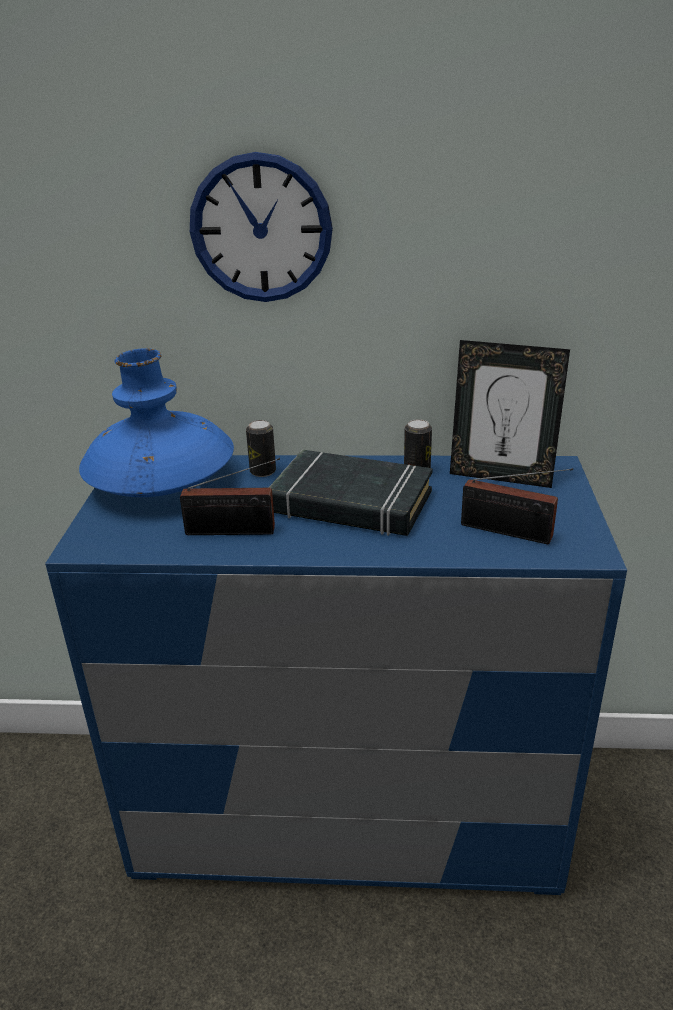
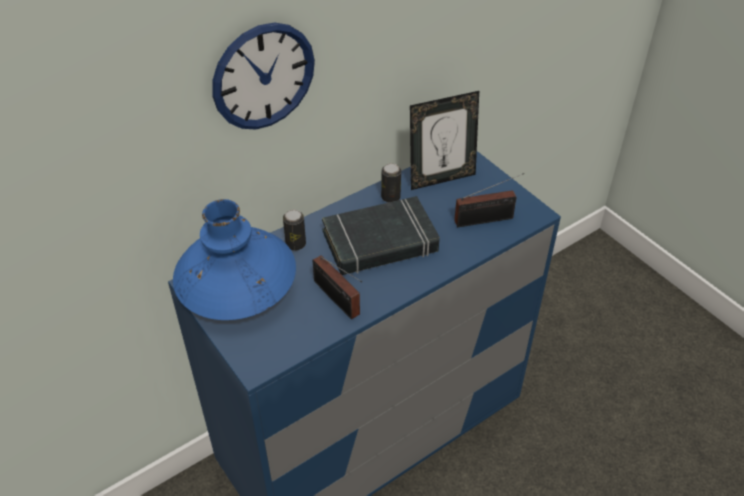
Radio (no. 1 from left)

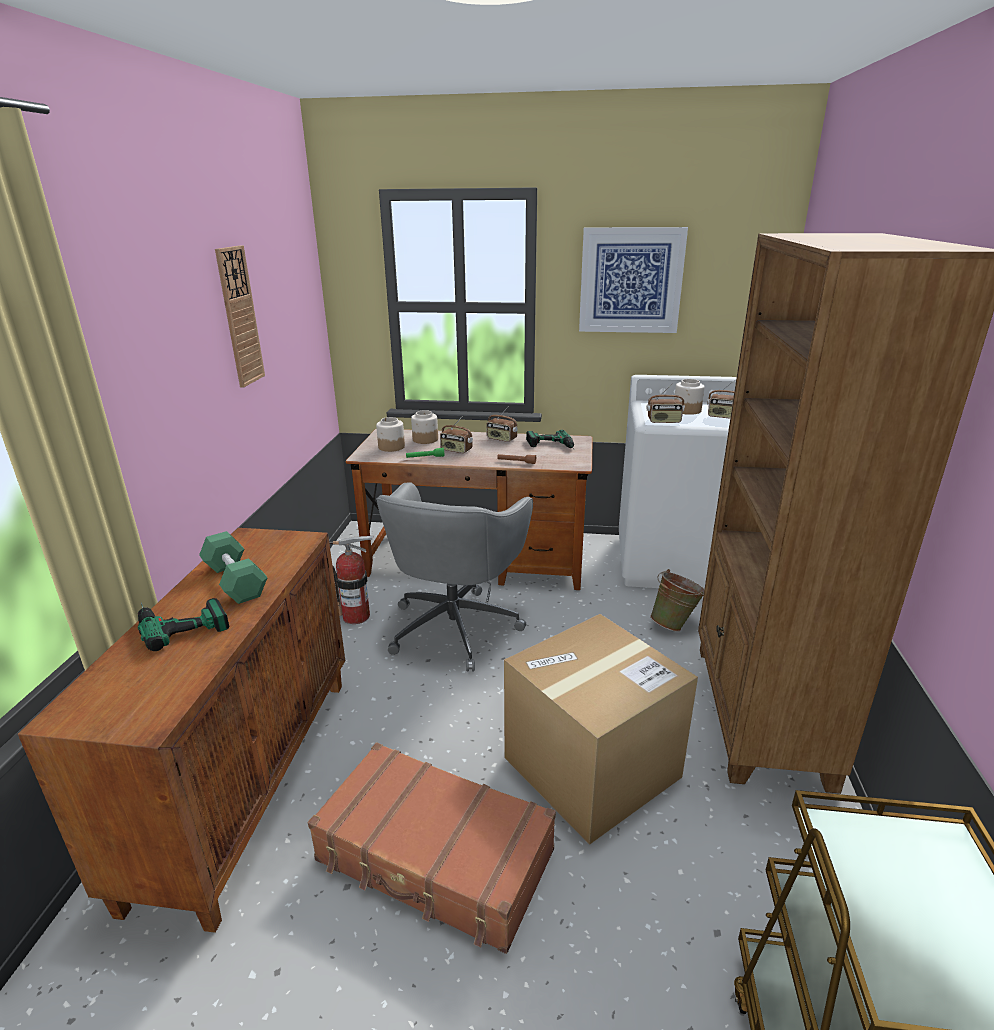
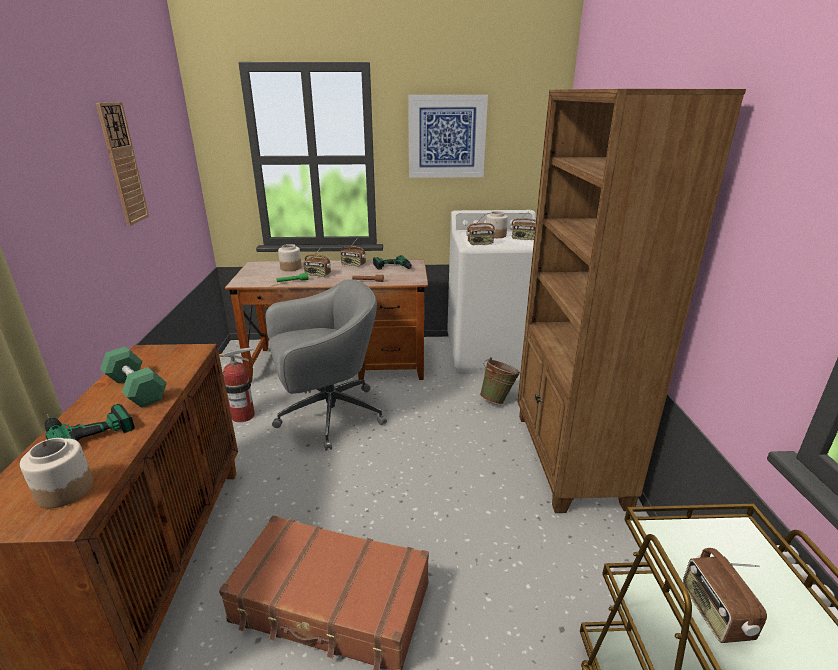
Jar (no. 1 from left)
GrayDeskChair
Radio (no. 5 from left)
CardboardBox

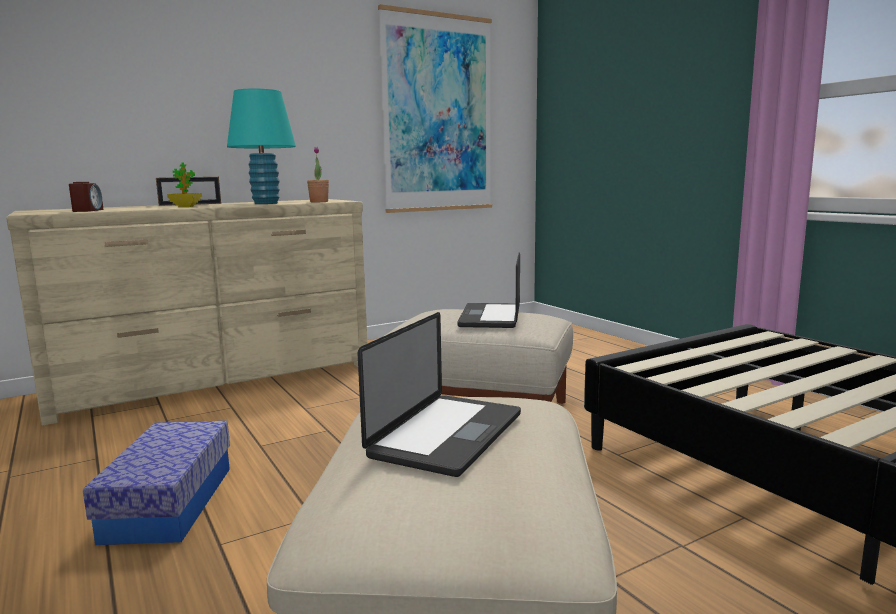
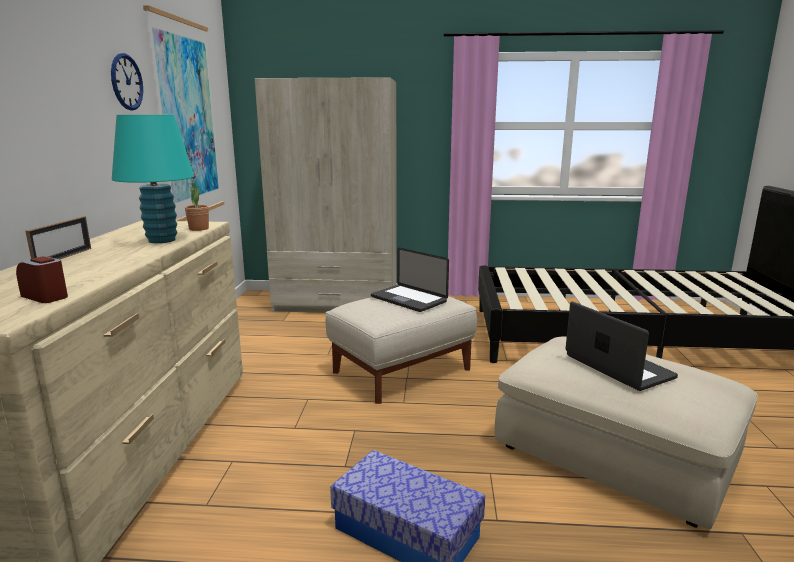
ClockOnTheWall
BeigeColouredArmoire
PottedPlant (no. 1 from left in the first image)

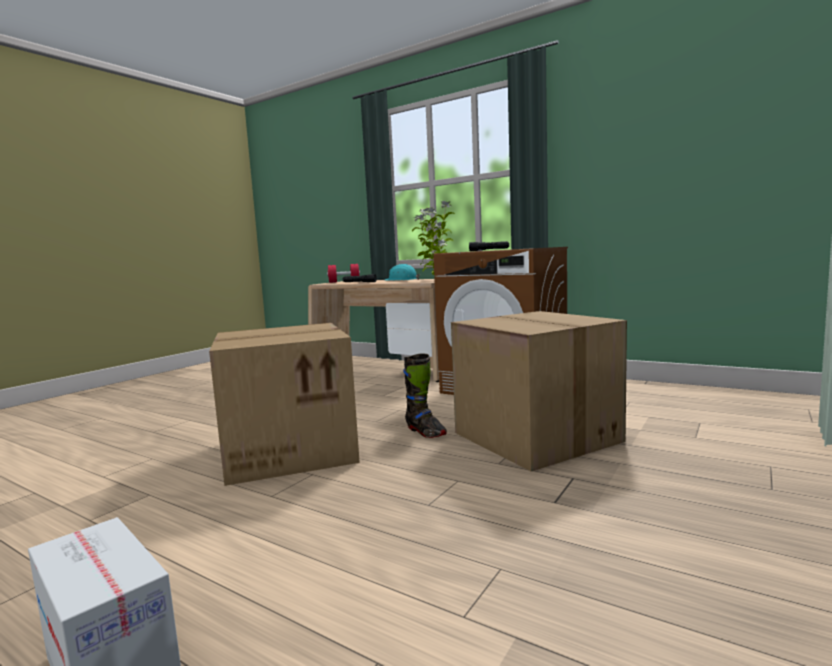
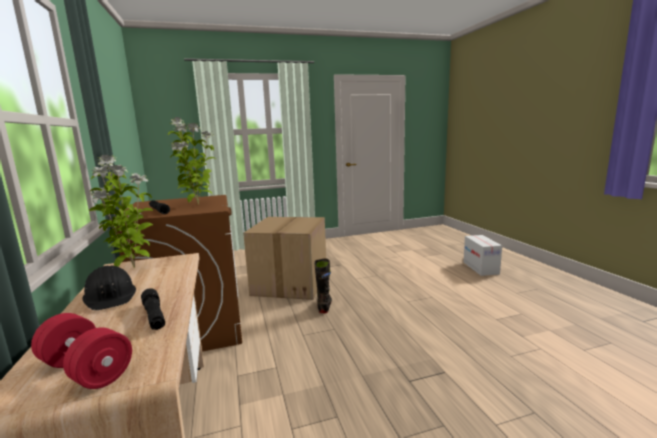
BlackWorkHelmet
PottedPlant (no. 2 from left)
CardboardBox (no. 2 from left in the first image)

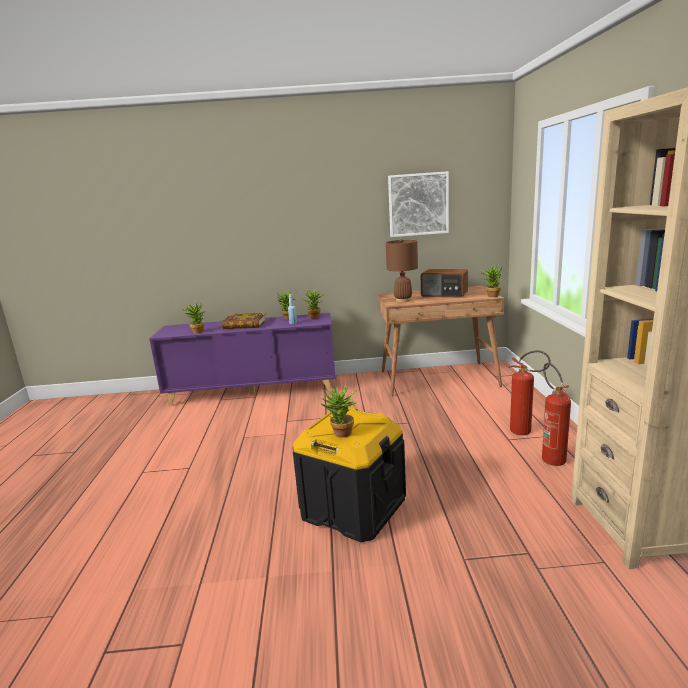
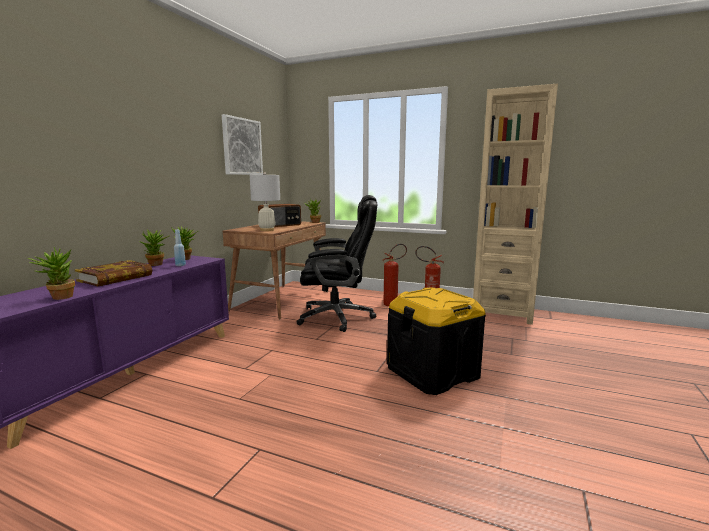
WhitishLampForATable
BlackDeskChair
PottedPlant (no. 4 from left in the first image)

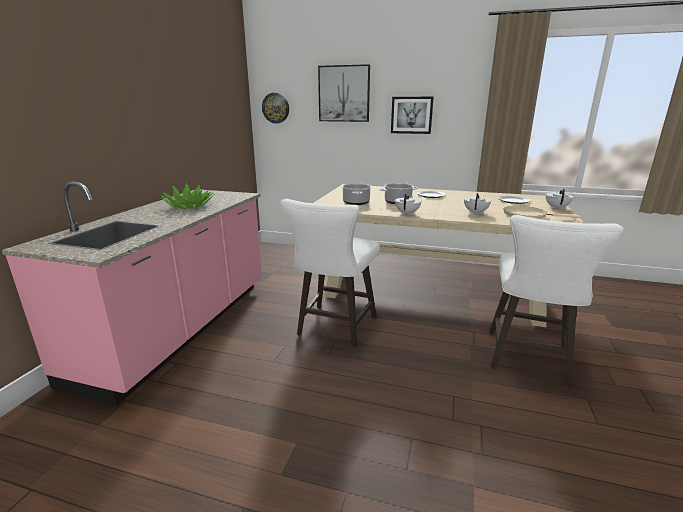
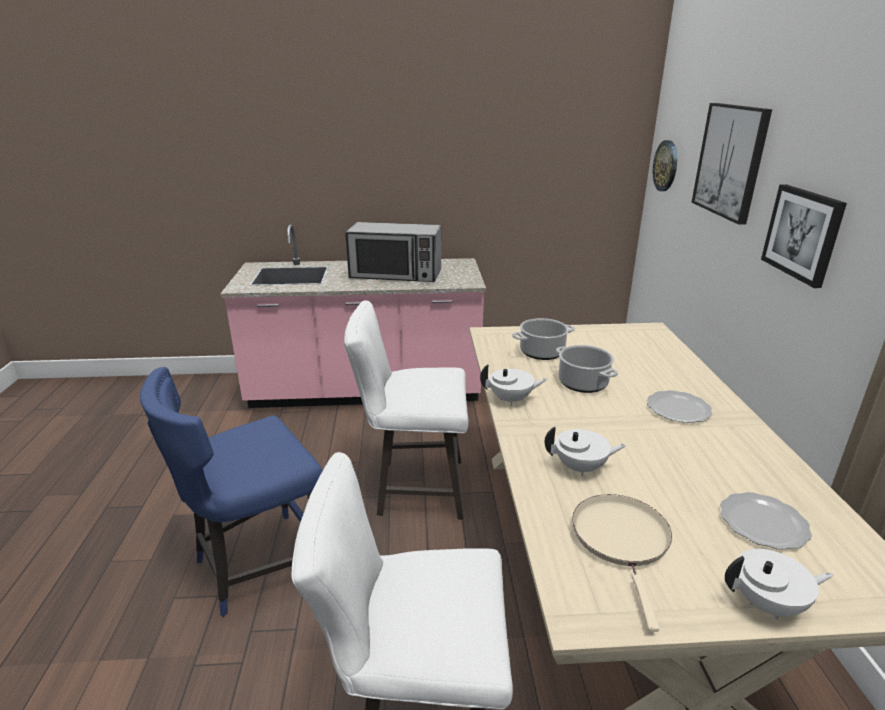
BlueColouredUprightChair
MicrowaveOven

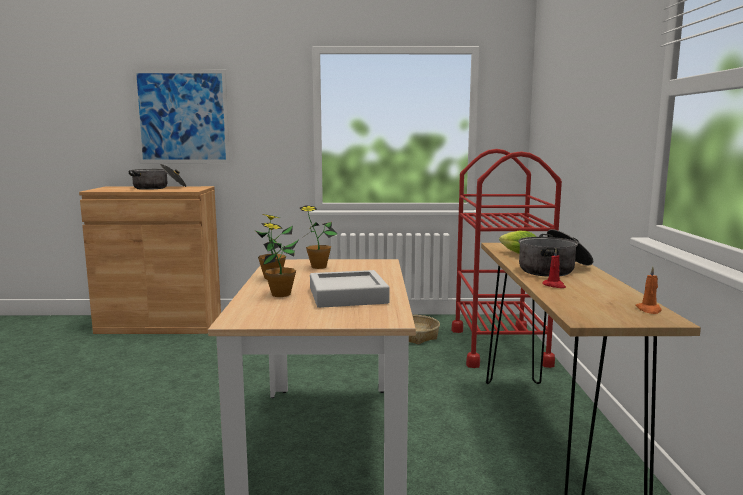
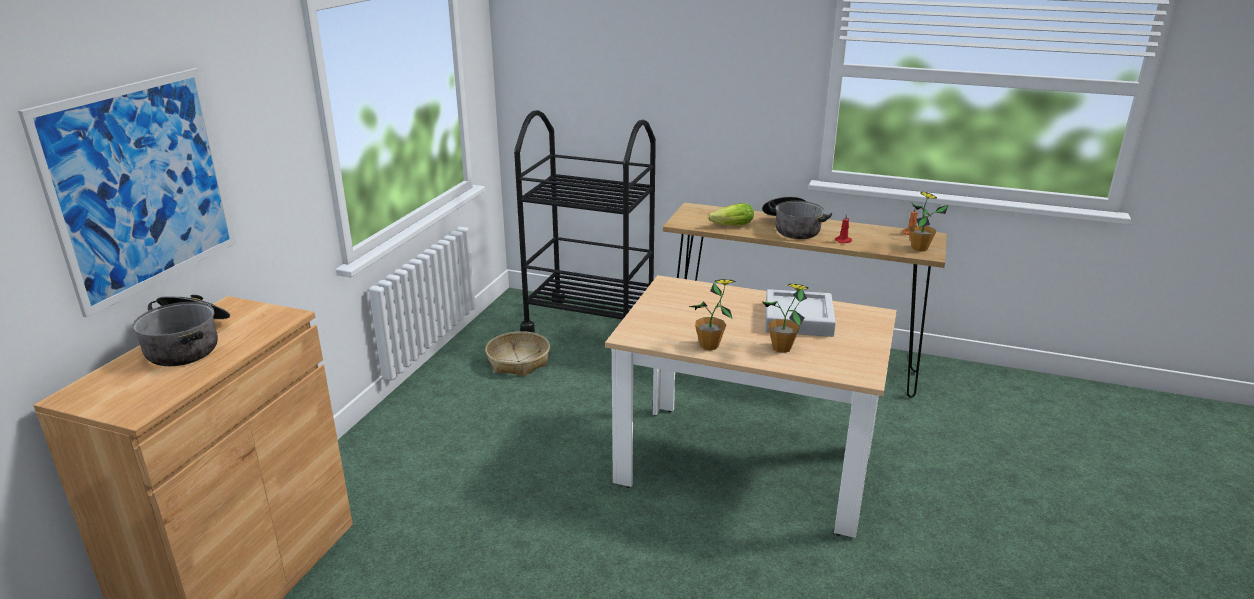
BlackWheeledCart
PottedPlant (no. 3 from left)

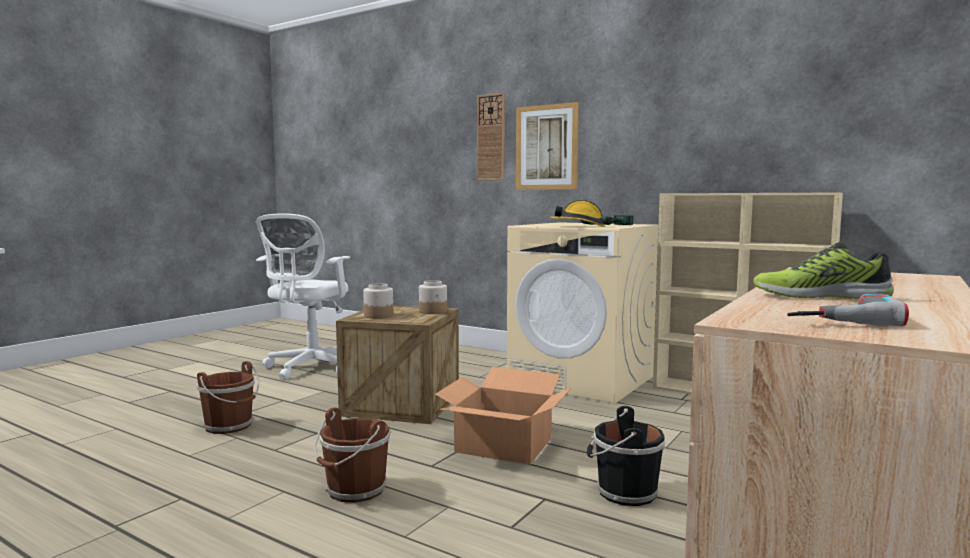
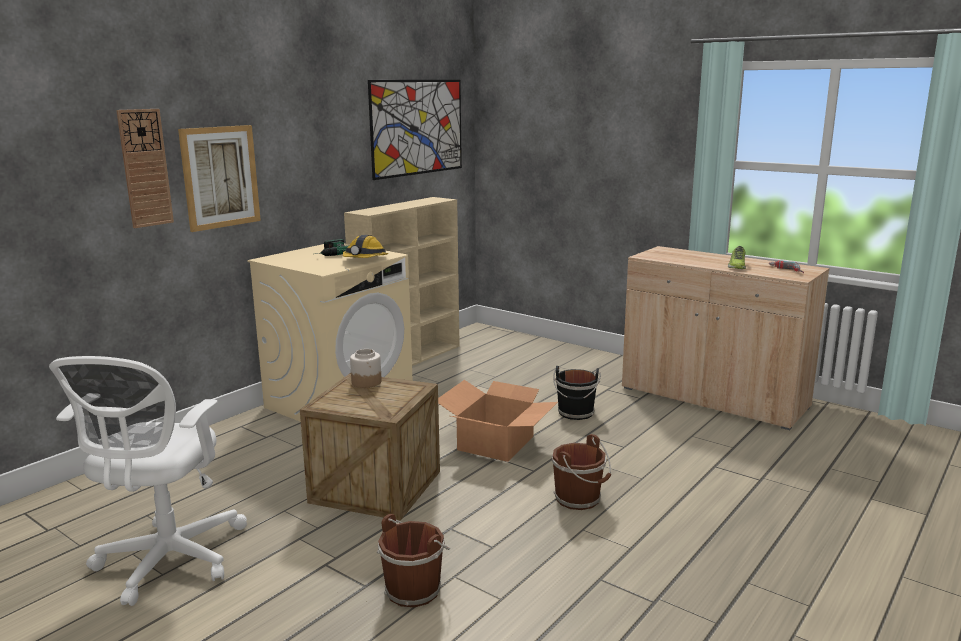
WhitishDeskChair
Picture (no. 2 from left)
Jar (no. 1 from left in the first image)

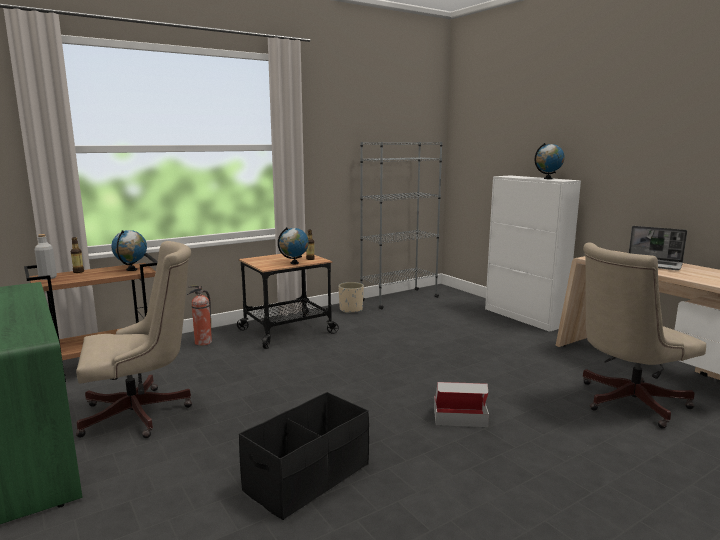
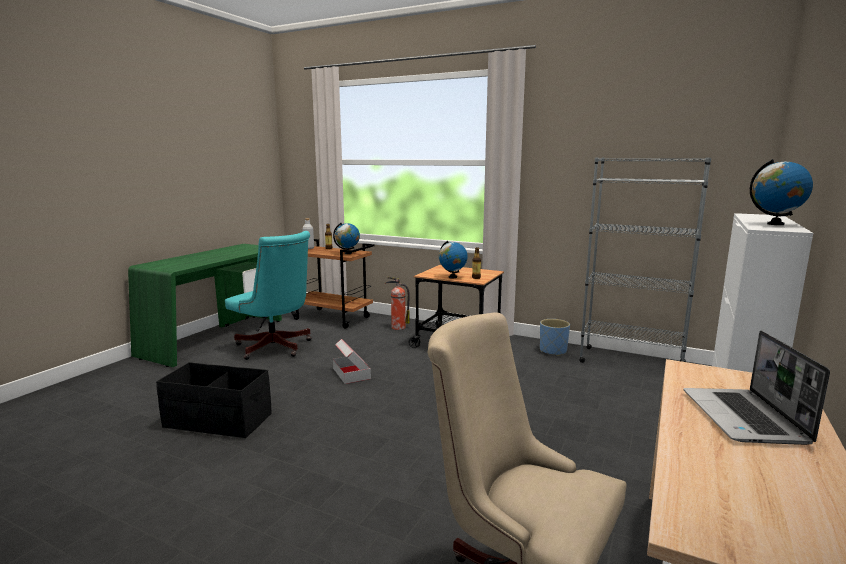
BlueGreenDeskChair
CardboardBox
BlueColouredPlanter

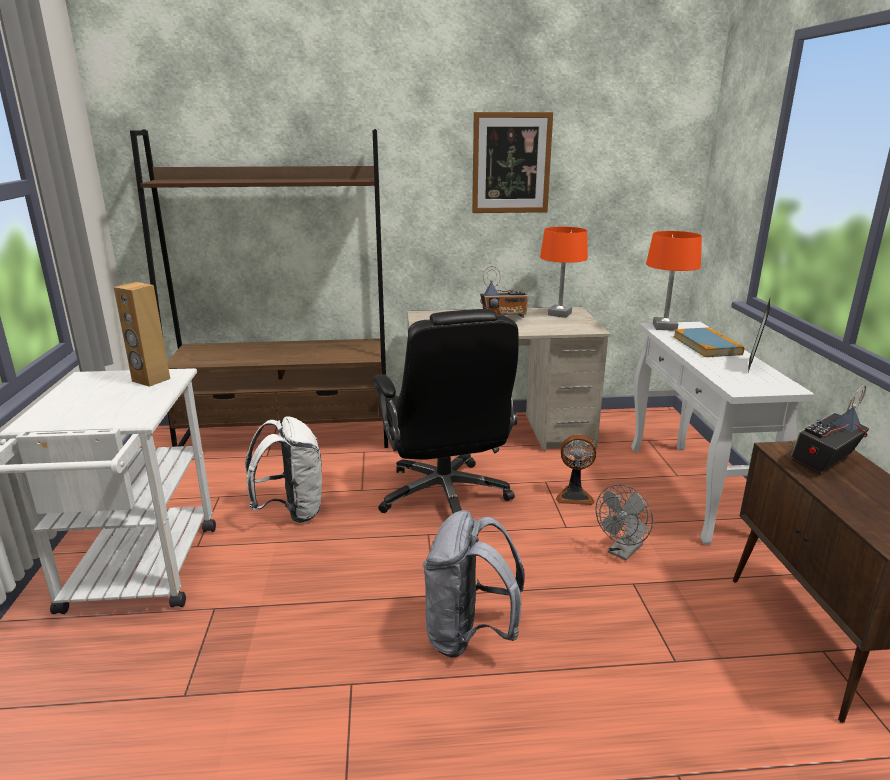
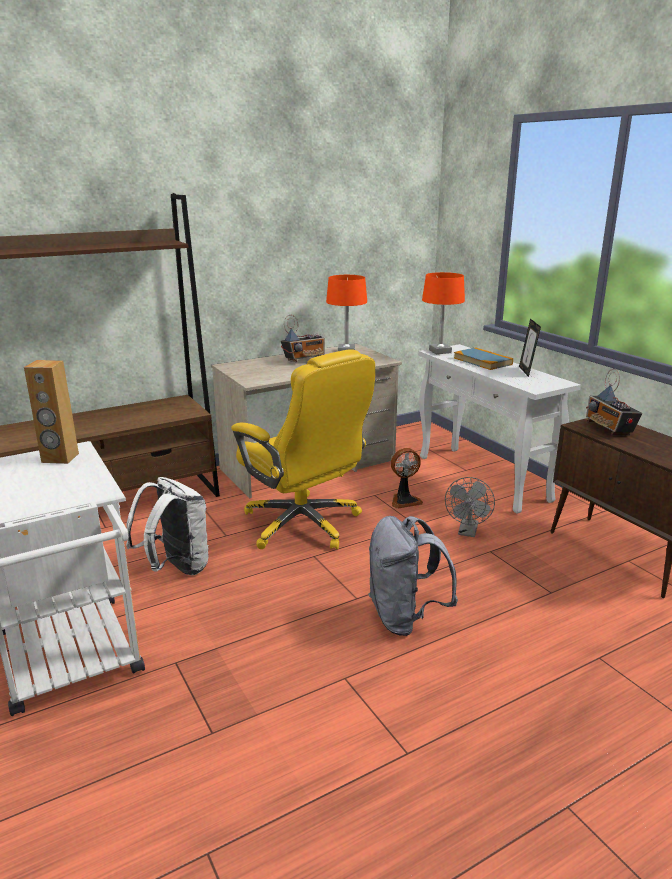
YellowDeskChair
Radio (no. 2 from left)
Picture

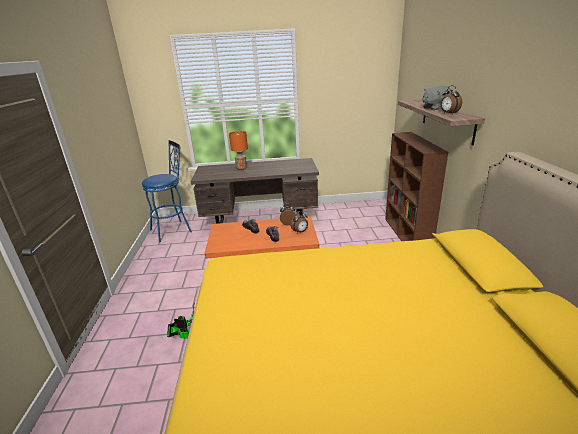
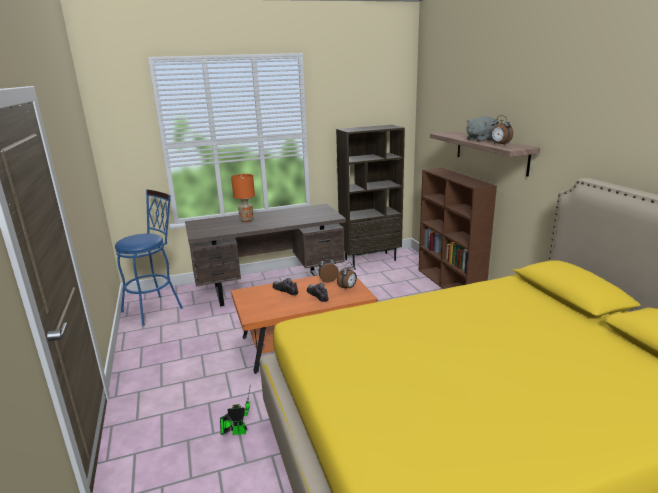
BrownColouredBookshelf (no. 1 from left)

